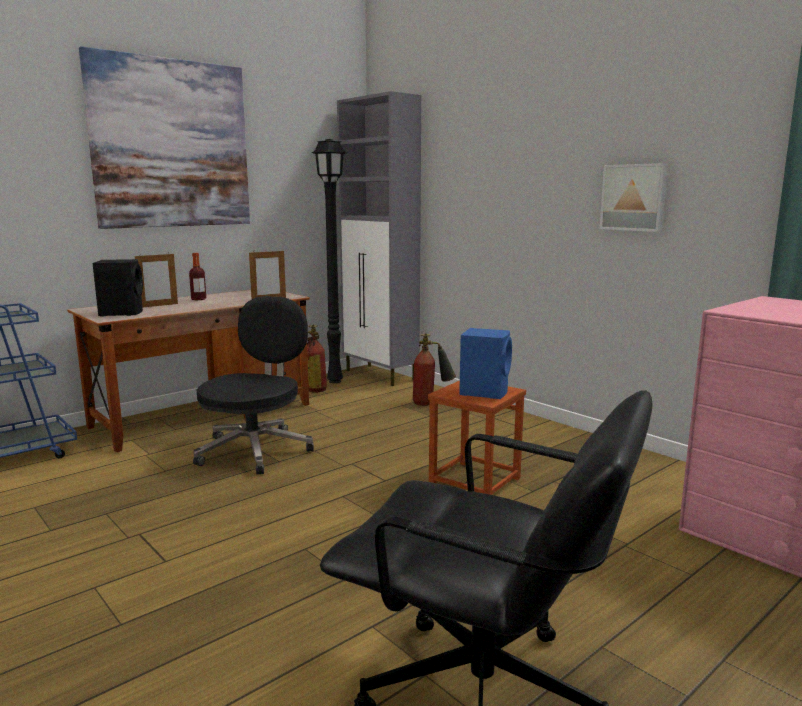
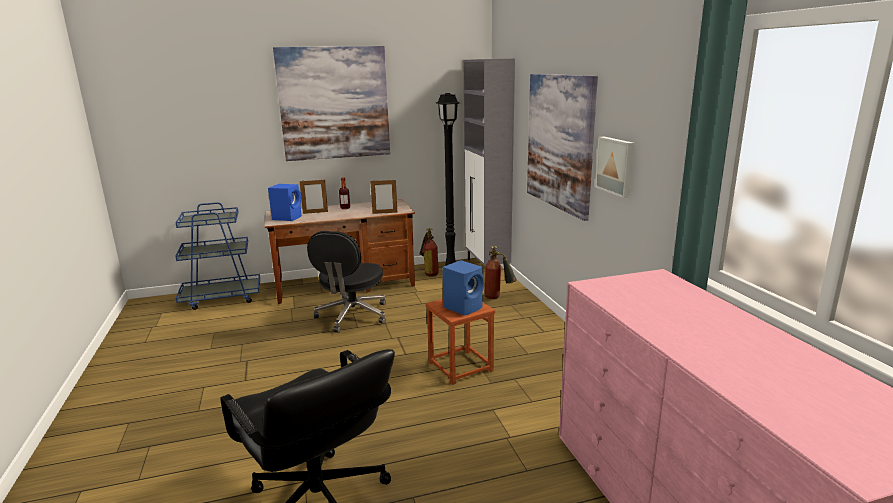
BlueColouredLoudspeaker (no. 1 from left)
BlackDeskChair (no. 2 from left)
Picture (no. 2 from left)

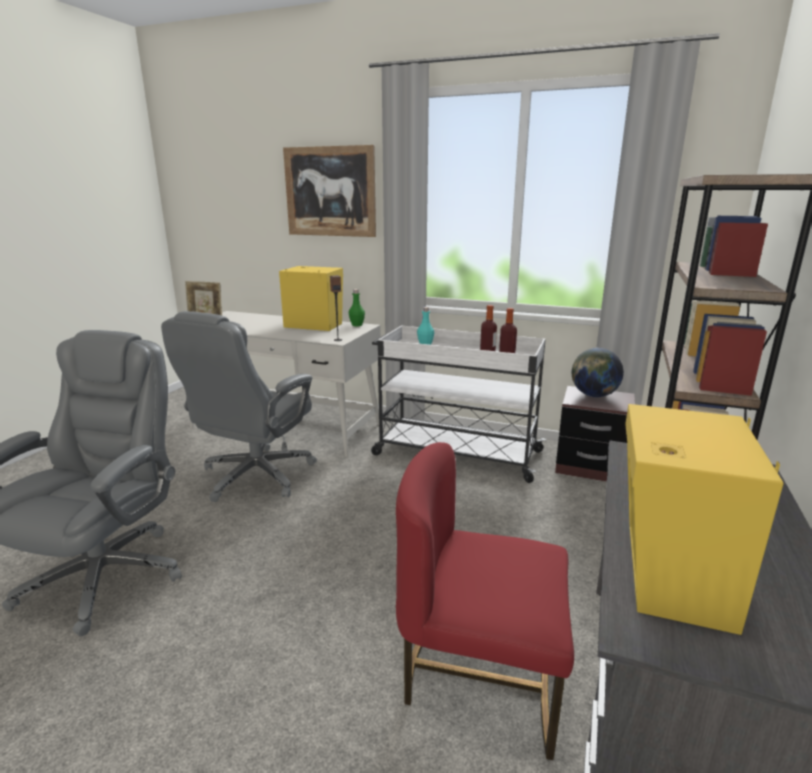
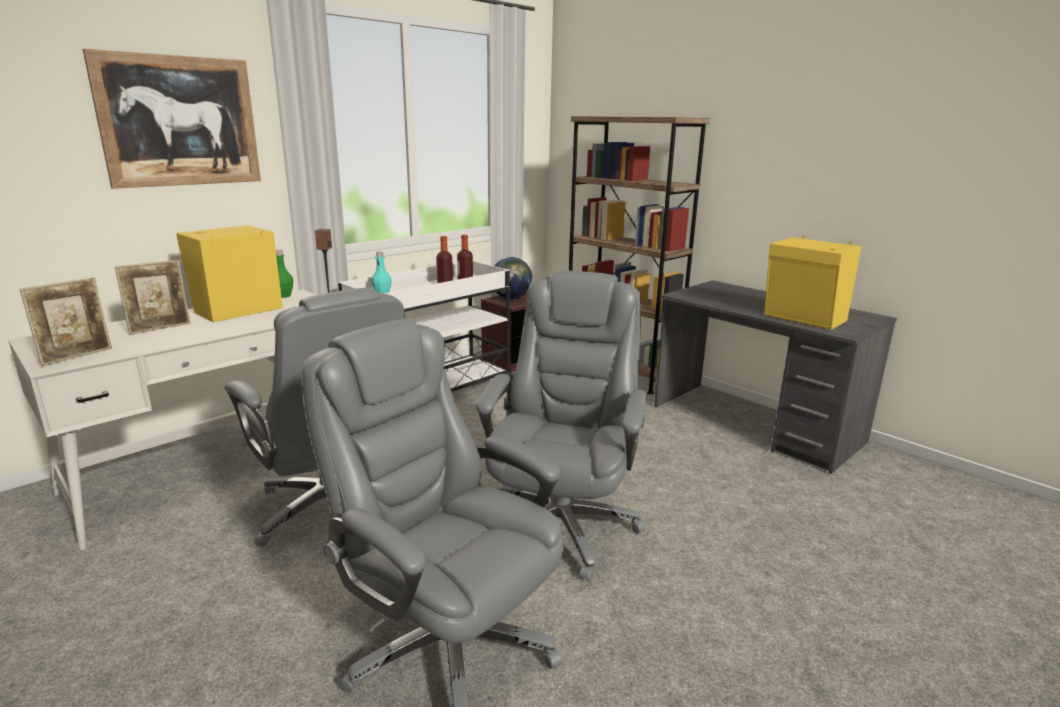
StandingFrame (no. 2 from left)
GrayDeskChair (no. 3 from left)
RedColouredUprightChair

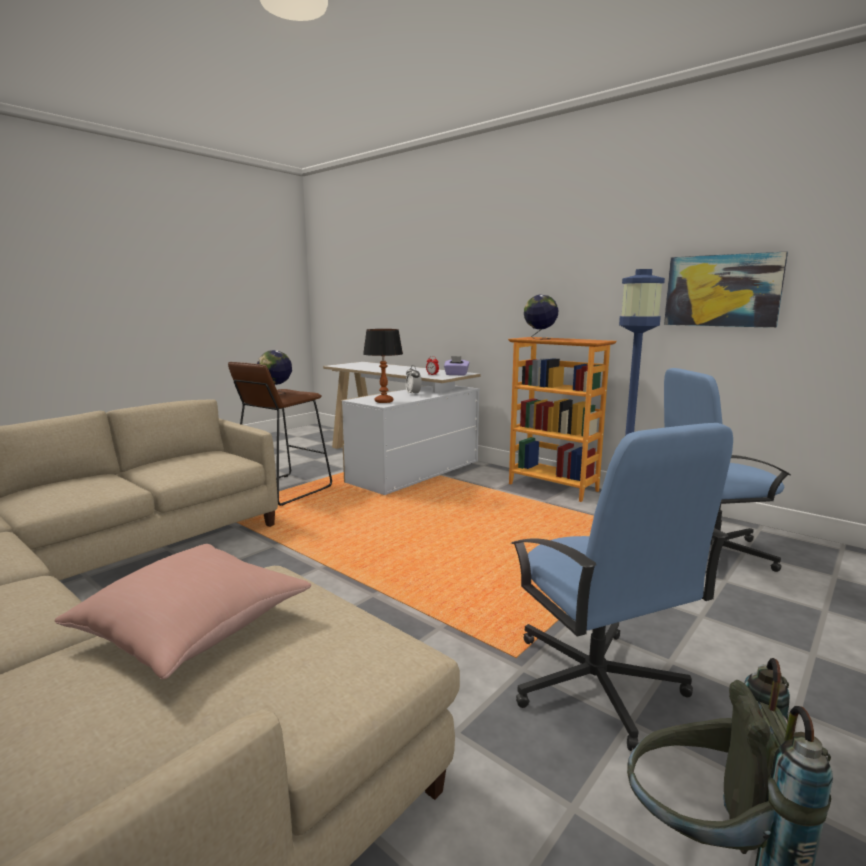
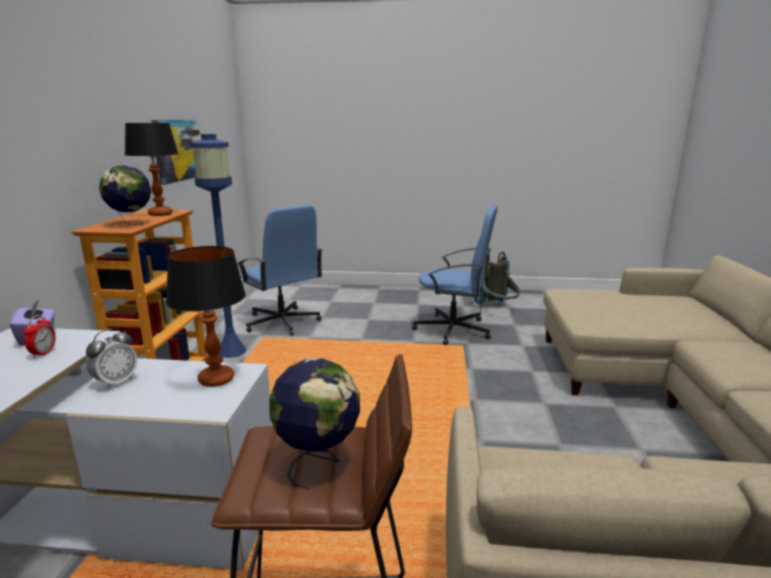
LampForATable (no. 1 from left)
BlueColouredDeskChair (no. 2 from left)
PinkColouredPillow

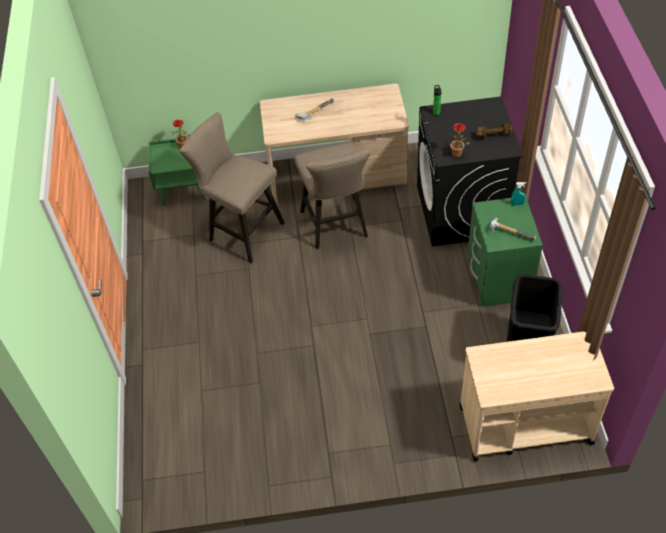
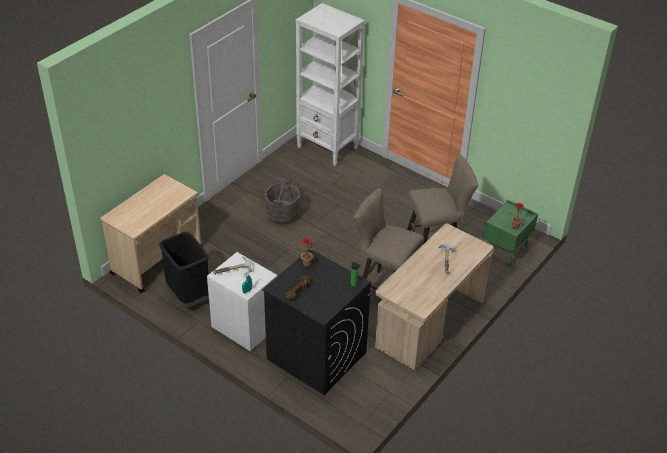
WhitishBedsideTable
GrayWaterBucket
WhitishBookshelf

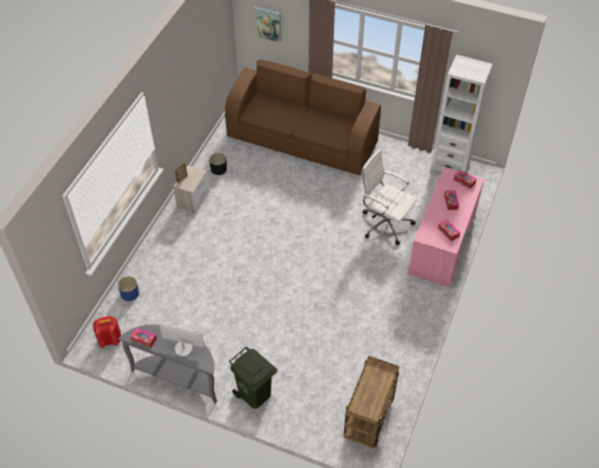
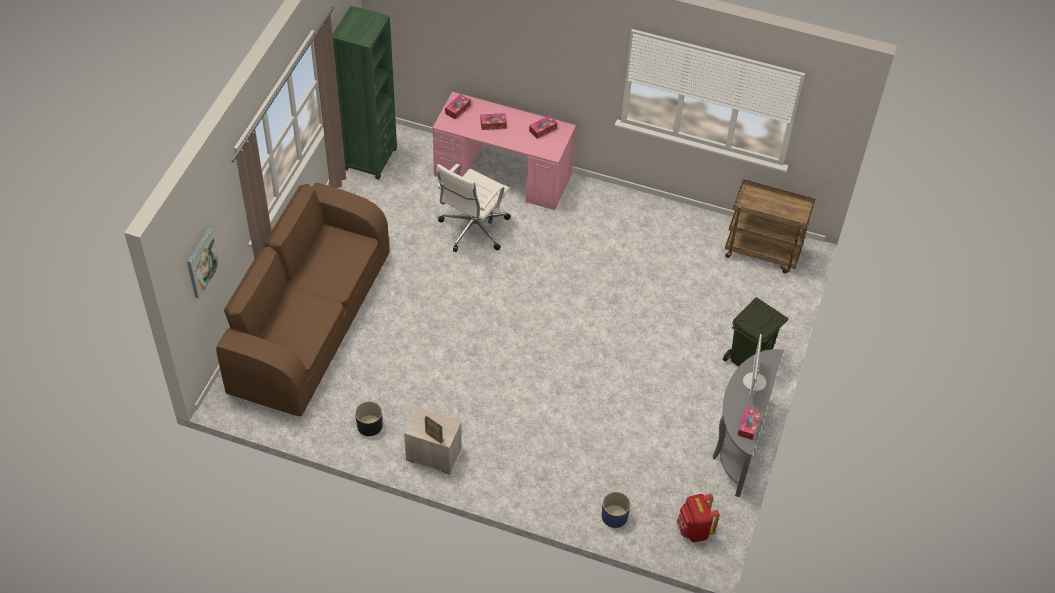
GreenColouredBookshelf

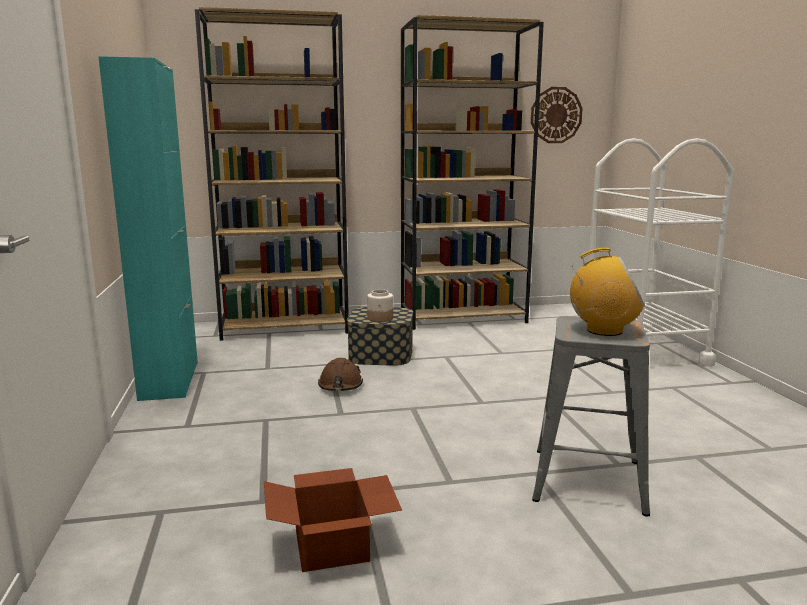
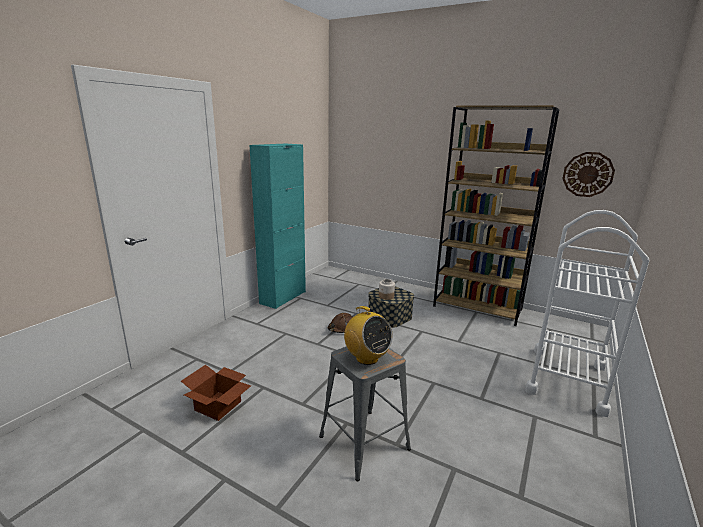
BrownColouredBookshelf (no. 1 from left in the first image)

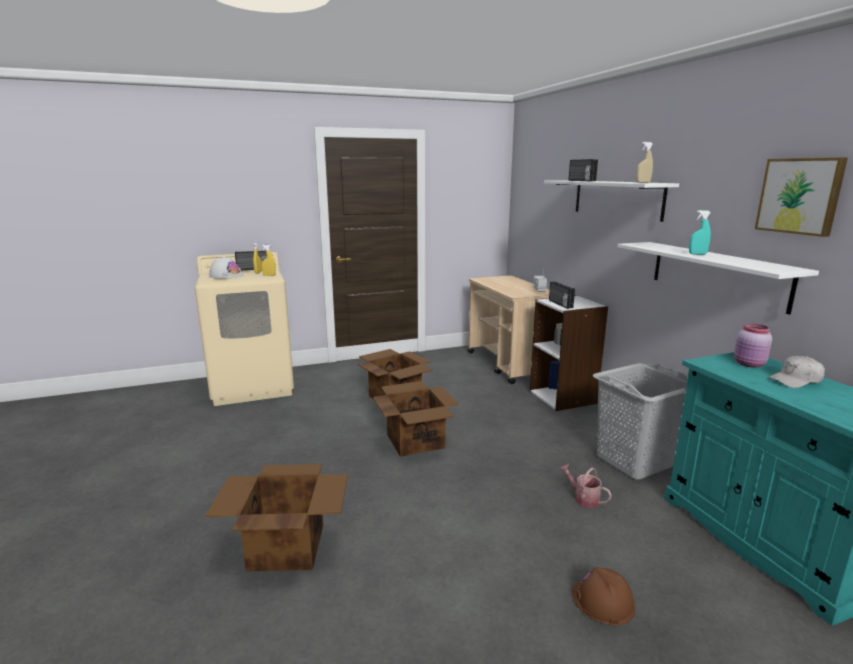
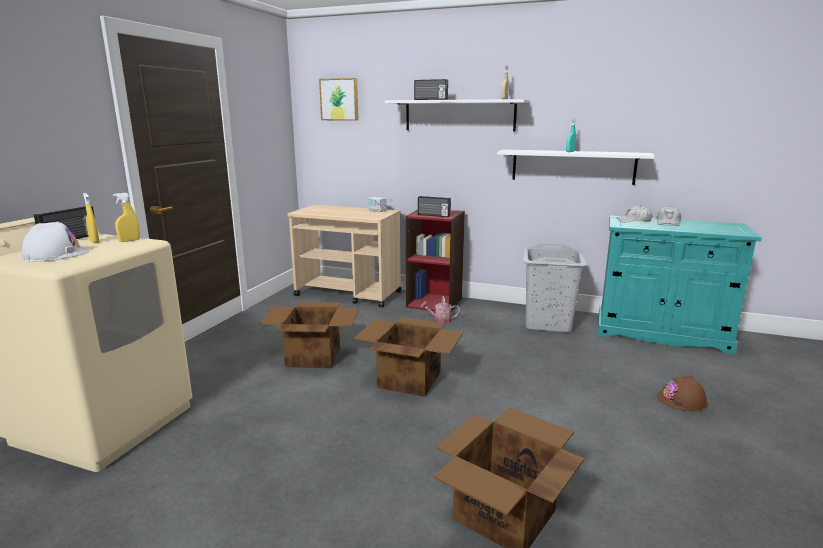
Picture
RedColouredBookshelf
WateringCan
WhitishPeakedCap (no. 1 from left)

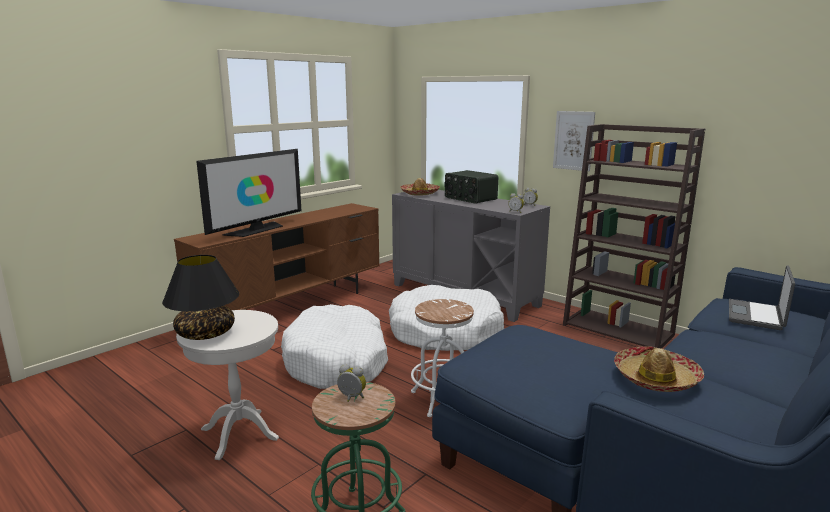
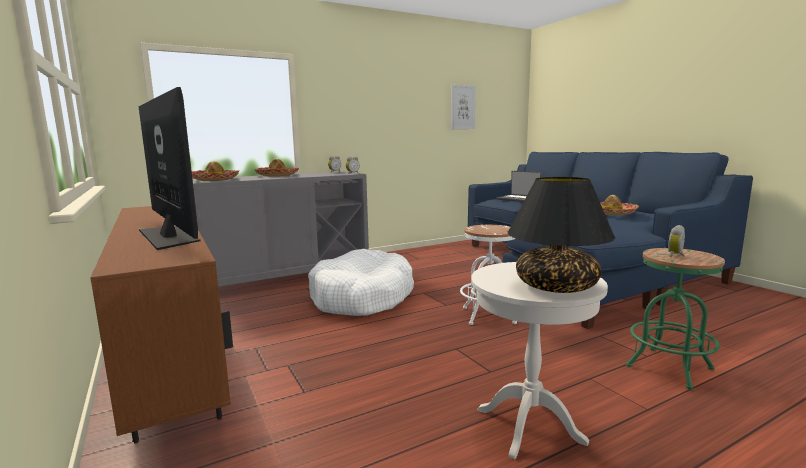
Hat (no. 2 from left)
Picture
WhitishDogCushion (no. 1 from left in the first image)
BrownColouredBookshelf

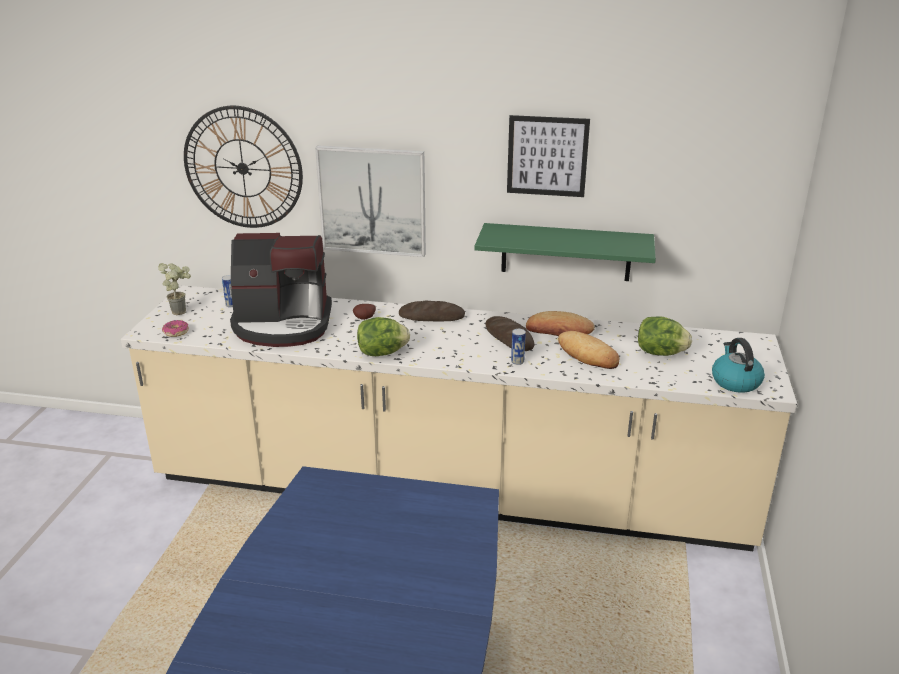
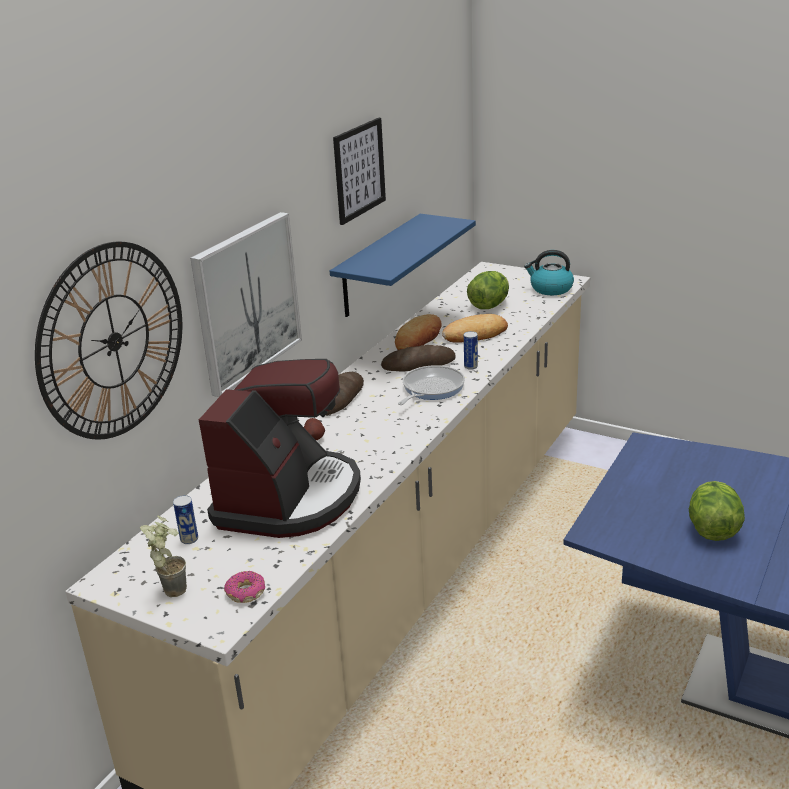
BlueColouredWallShelf
Skillet
Lettuce (no. 2 from left)

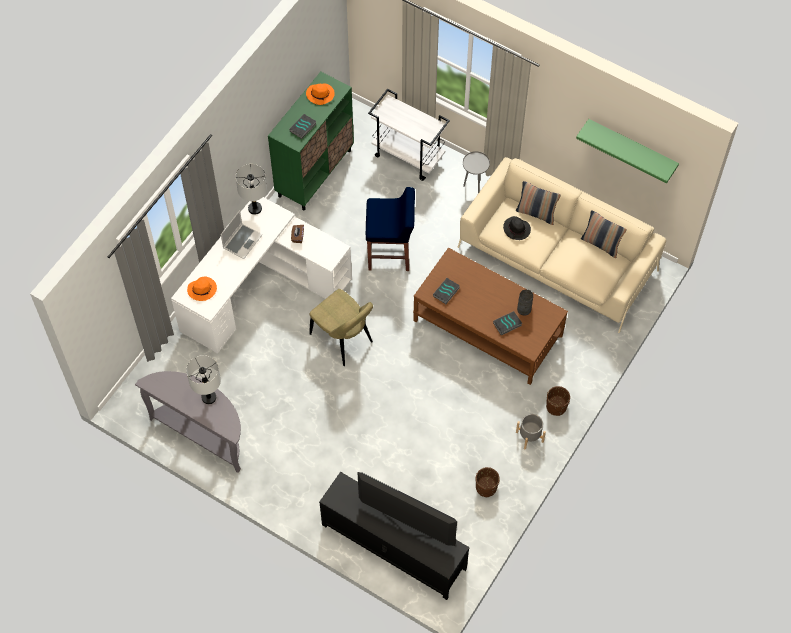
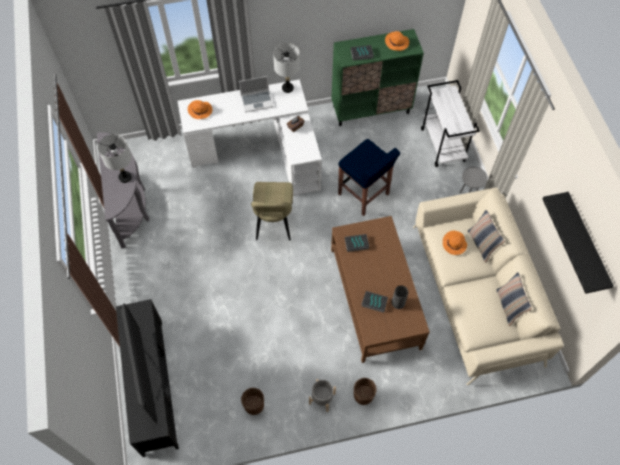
OrangeHat (no. 3 from left)
BlackWallShelf

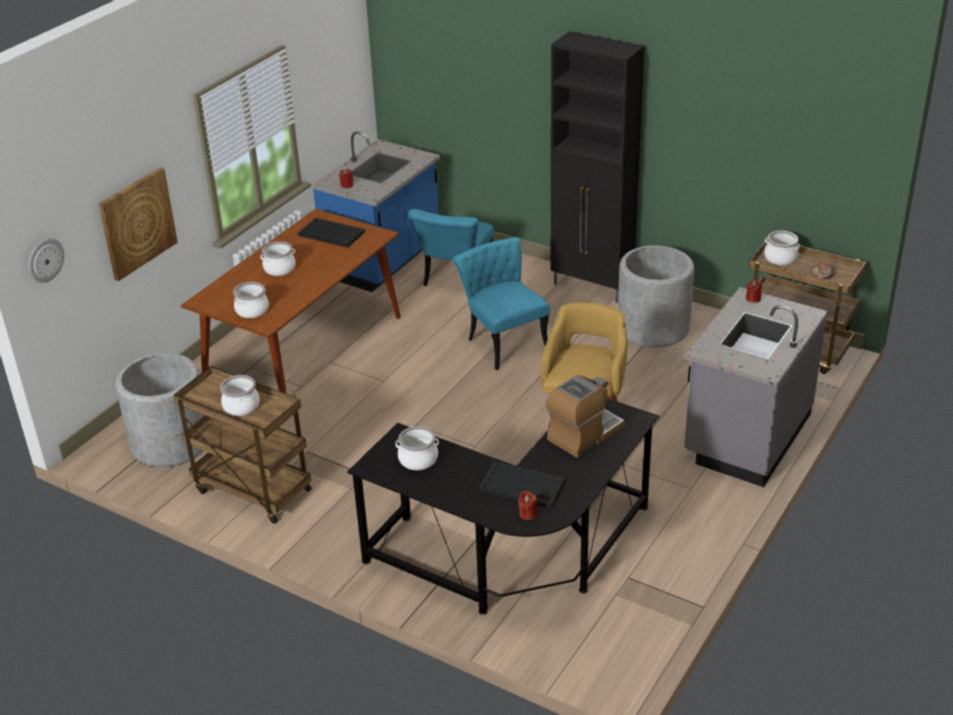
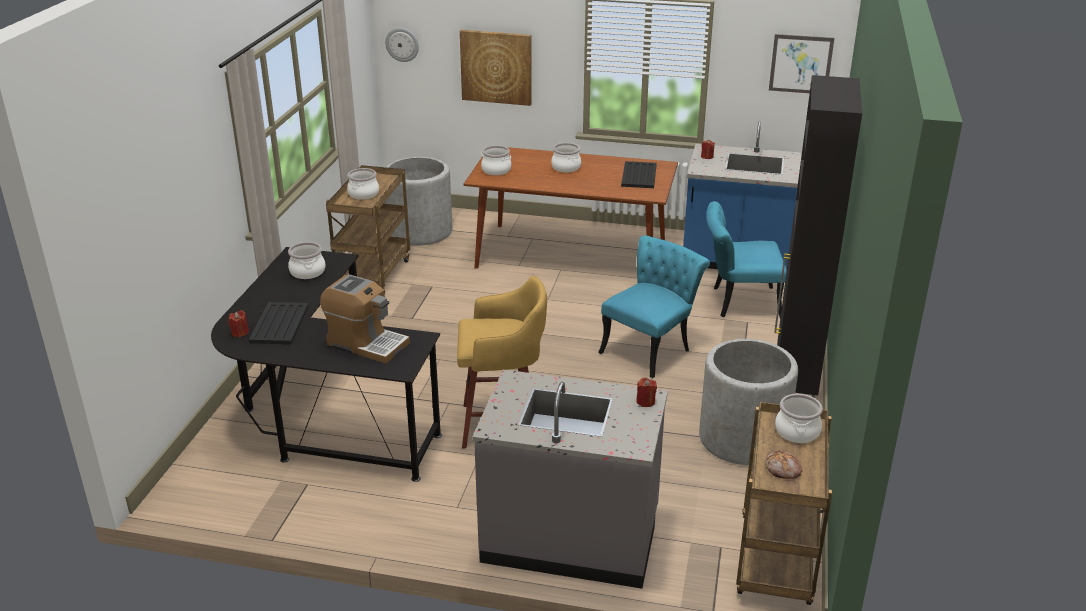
Picture (no. 2 from left)

